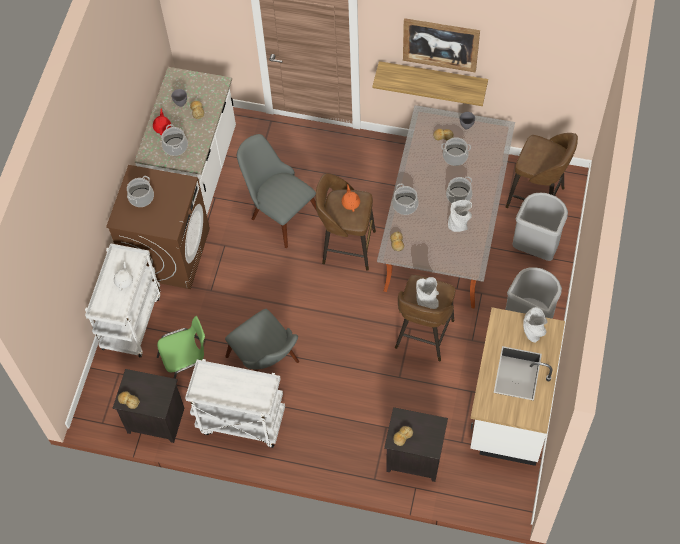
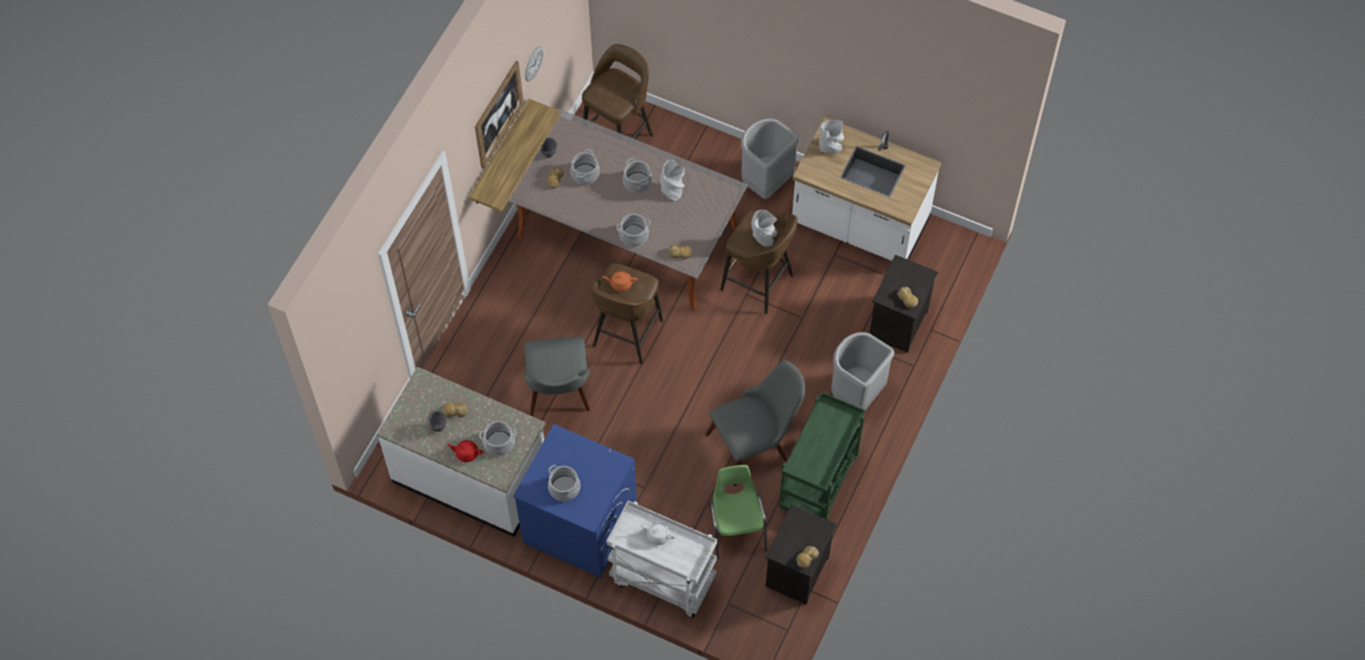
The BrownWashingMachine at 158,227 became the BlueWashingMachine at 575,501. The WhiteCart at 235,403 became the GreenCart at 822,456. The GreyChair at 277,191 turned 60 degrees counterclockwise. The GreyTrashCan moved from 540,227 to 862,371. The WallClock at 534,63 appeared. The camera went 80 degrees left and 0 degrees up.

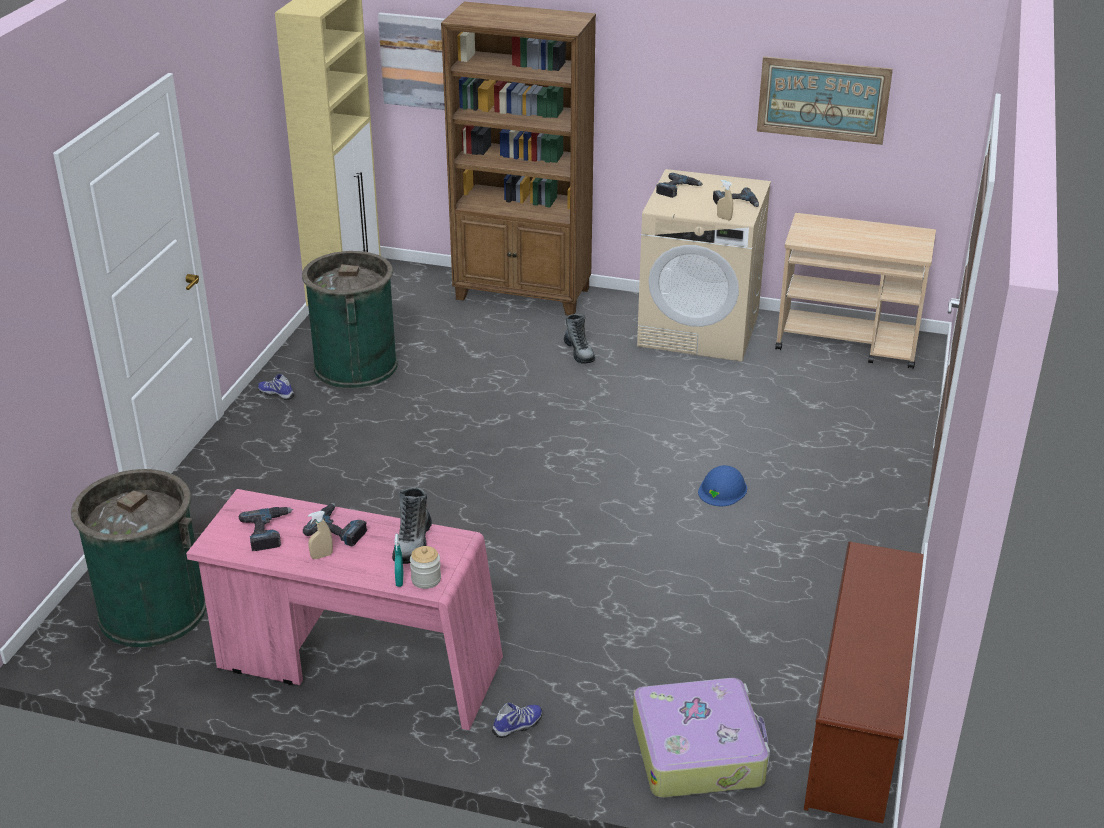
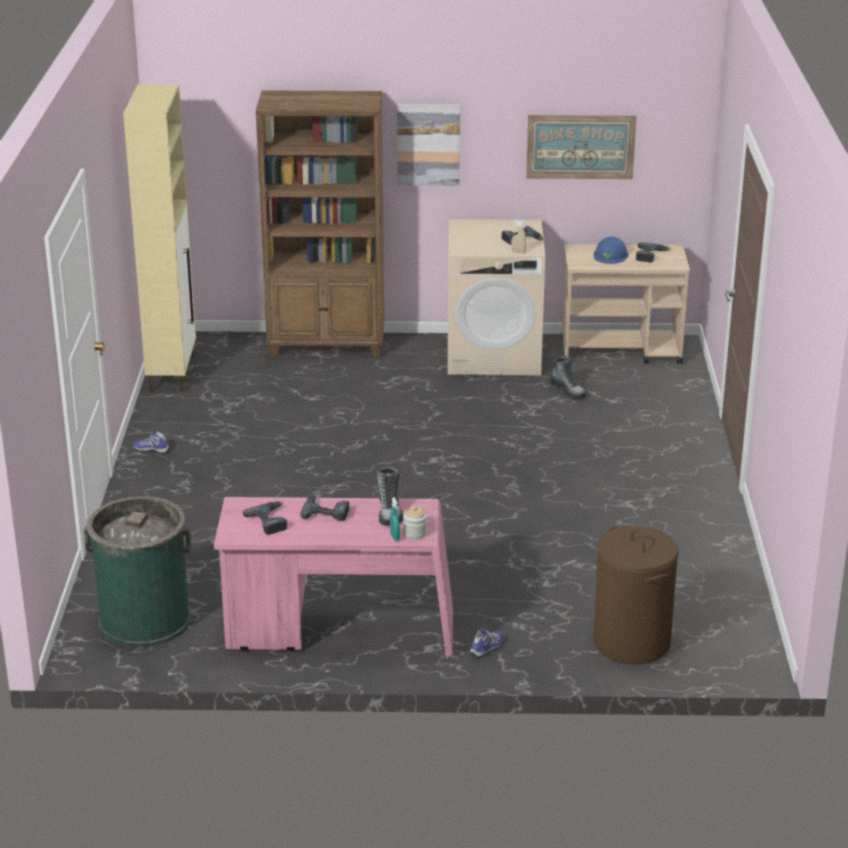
The GreenTrashCan at 350,320 disappeared. The BeigeSprayBottle at 320,535 disappeared. The Picture moved from 411,61 to 428,145. The Boot moved from 579,339 to 567,378. The Suitcase at 701,738 was replaced by the BrownLaundryBasket at 636,595. The PowerDrill moved from 679,185 to 653,252. The BlueHardHat moved from 722,485 to 611,250. The BrownShoeRack at 864,682 disappeared. The camera went 15 degrees left and 5 degrees down.

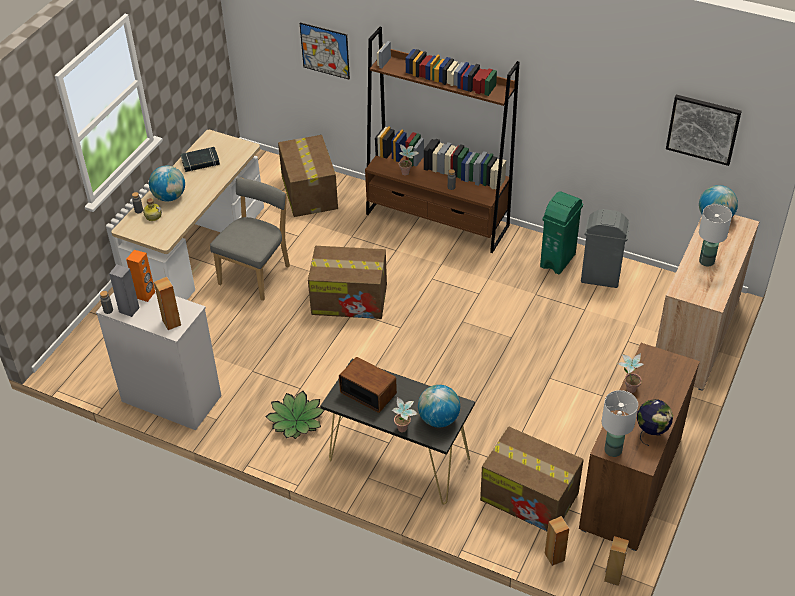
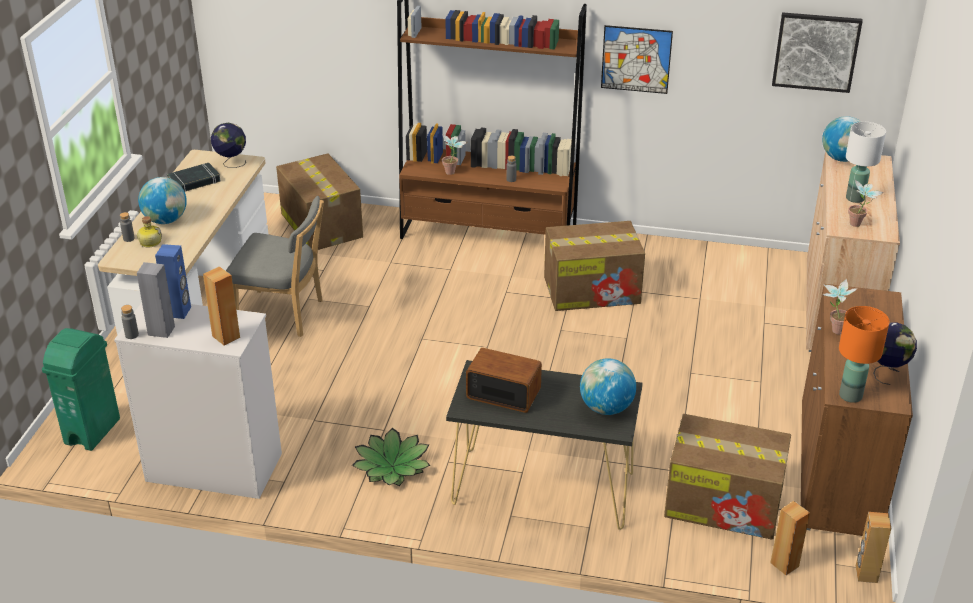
The OrangeSpeaker at 140,276 became the BlueSpeaker at 173,281. The GreyChair at 250,239 turned 90 degrees clockwise. The Picture moved from 325,51 to 637,59. The CardboardBox moved from 347,282 to 594,266. The PottedPlant moved from 405,414 to 866,203. The GreenTrashCan moved from 561,233 to 81,389. The GreyTrashCan at 605,248 disappeared. The WhiteTableLamp at 620,423 became the OrangeTableLamp at 864,354. The Globe at 228,145 appeared. The camera went 15 degrees left and 10 degrees down.

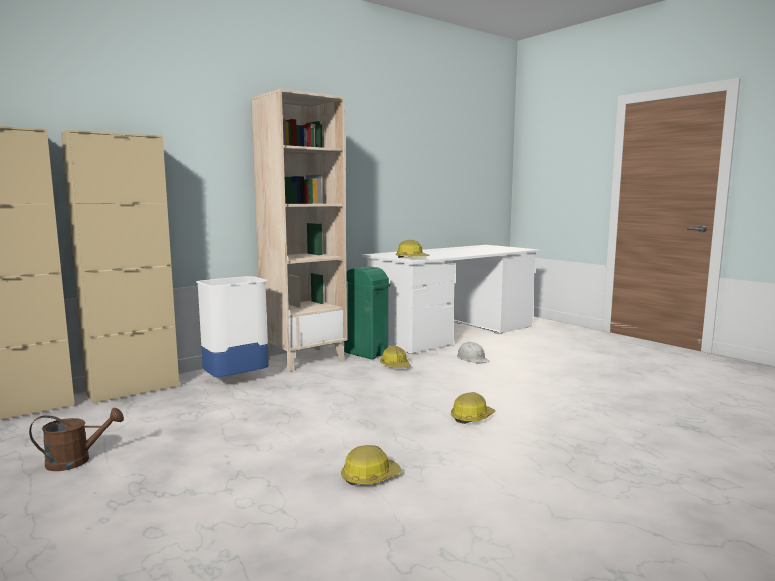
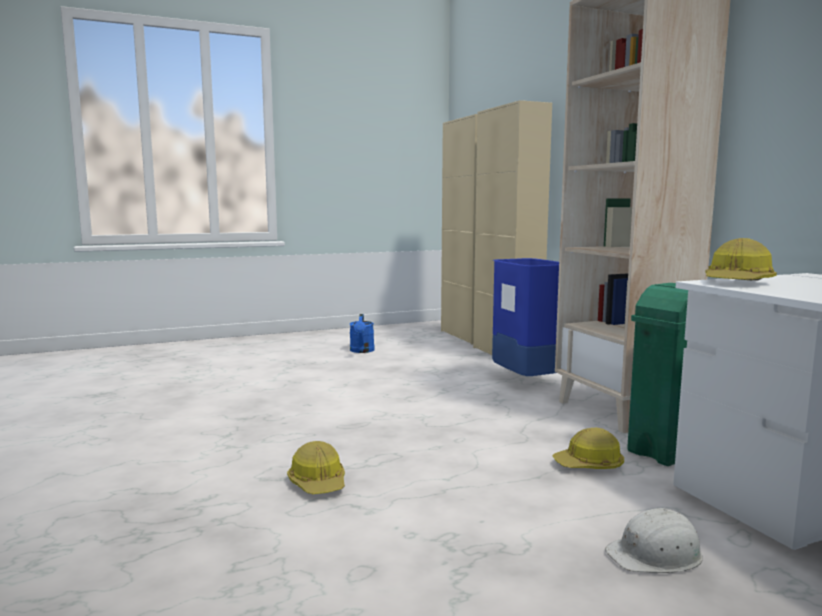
The BrownWateringCan at 76,439 became the BlueWateringCan at 362,333. The WhiteTrashCan at 232,326 became the BlueTrashCan at 525,317. The HardHat at 371,465 disappeared. The camera went 105 degrees right and 0 degrees up.

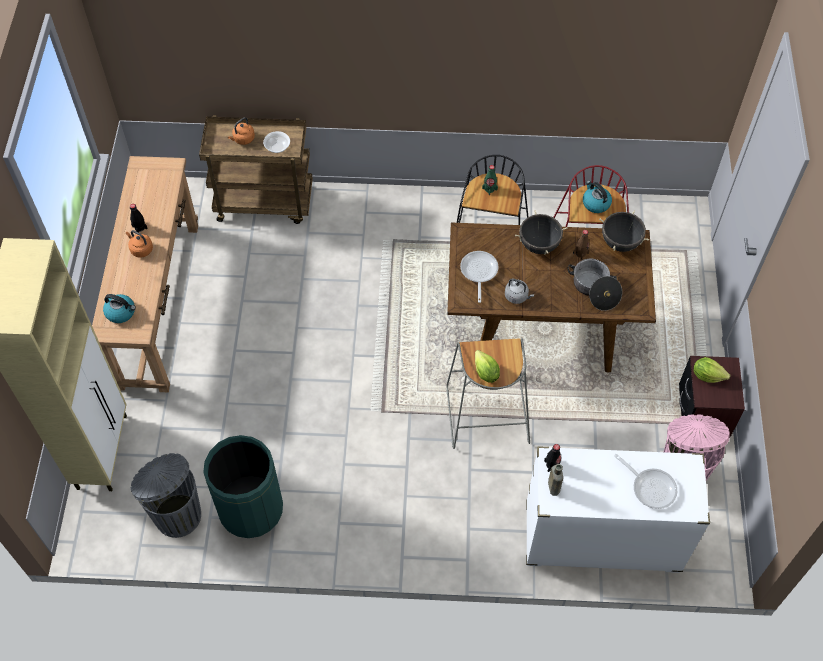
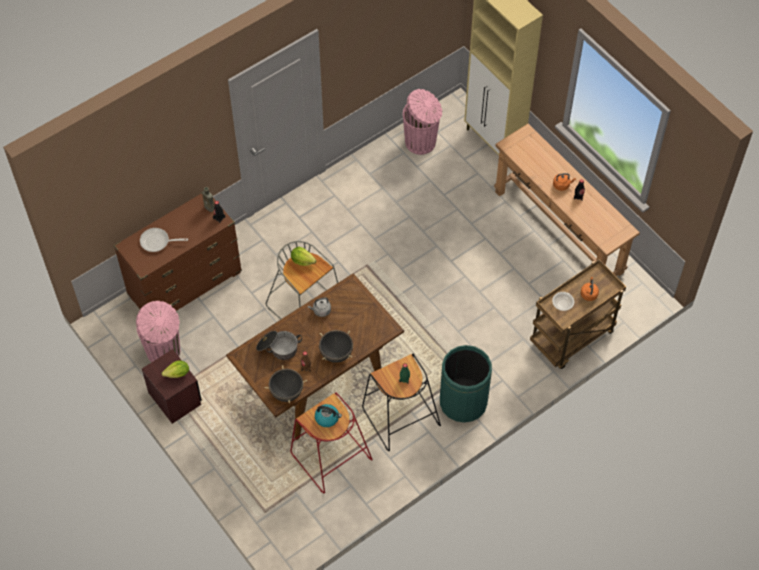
The Kettle at 119,308 disappeared. The GreyTrashCan at 166,495 became the PinkTrashCan at 422,122. The GreenTrashCan moved from 243,486 to 466,384. The FryingPan at 479,277 disappeared. The WhiteDresser at 618,509 became the BrownDresser at 178,252. The camera went 140 degrees right and 0 degrees up.

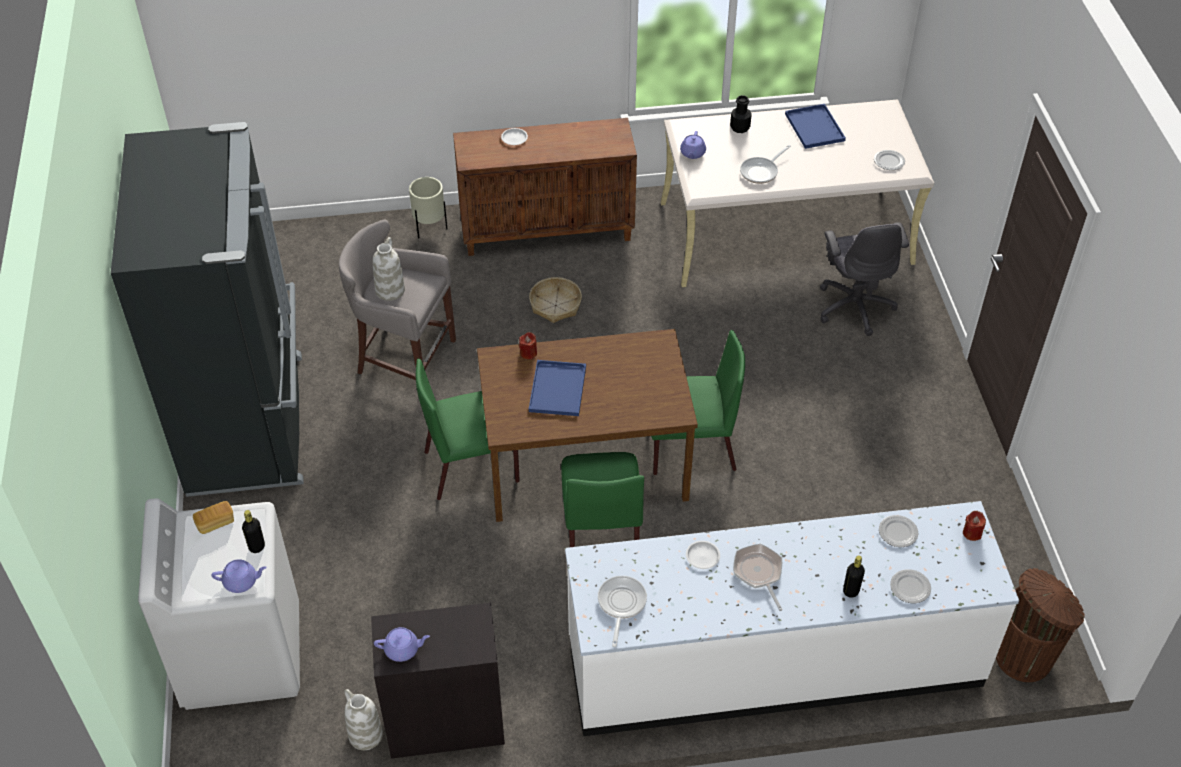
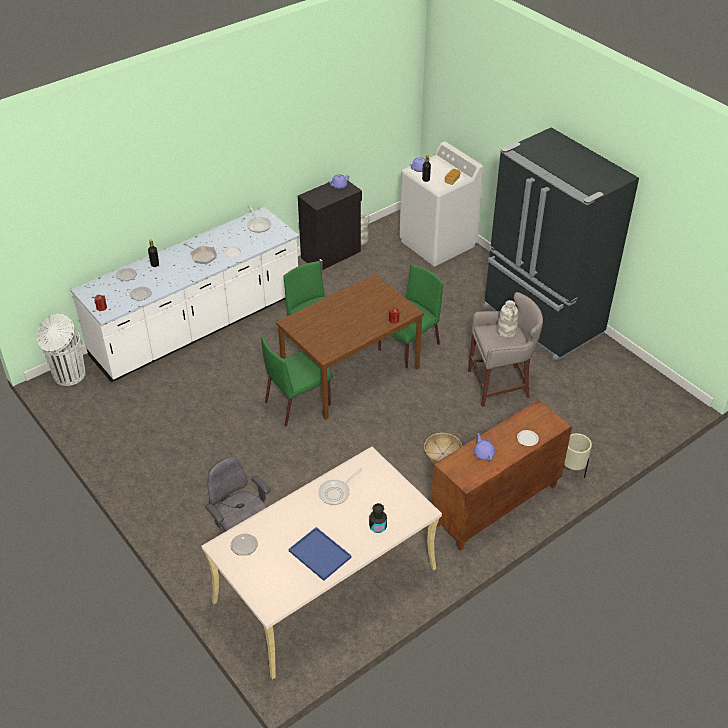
The BlueTray at 557,388 disappeared. The PurpleTeapot moved from 693,145 to 484,447. The FryingPan at 765,164 turned 150 degrees counterclockwise. The BrownTrashCan at 1040,625 became the WhiteTrashCan at 61,350. The camera went 150 degrees right and 5 degrees down.

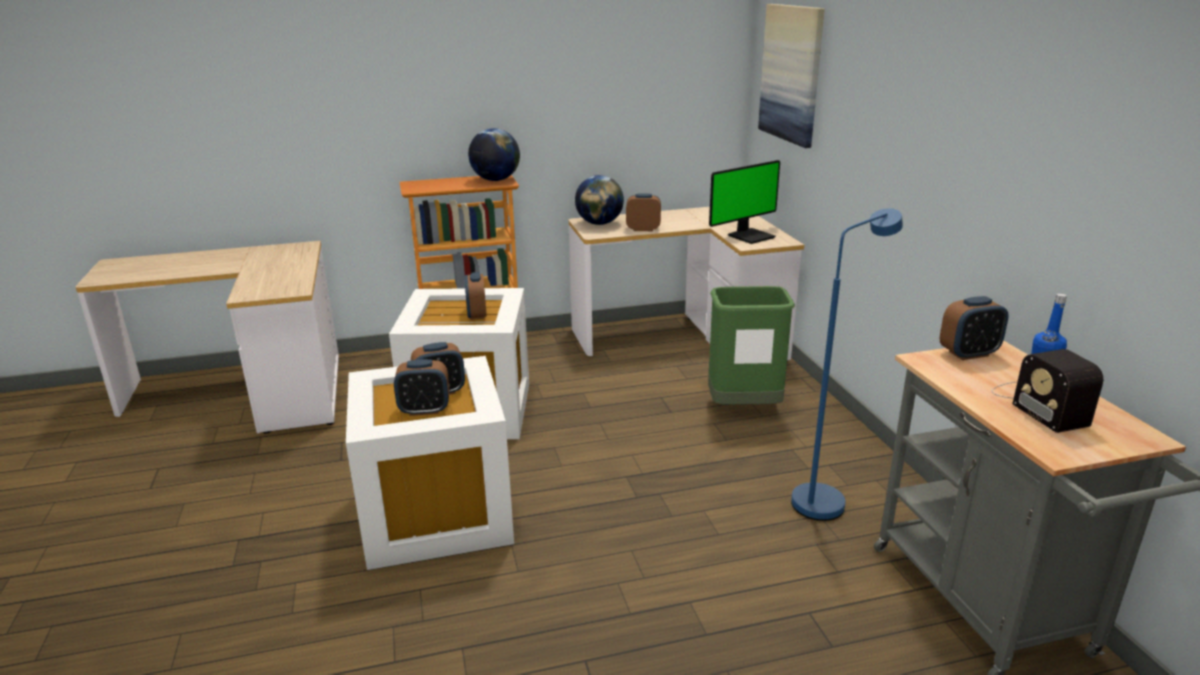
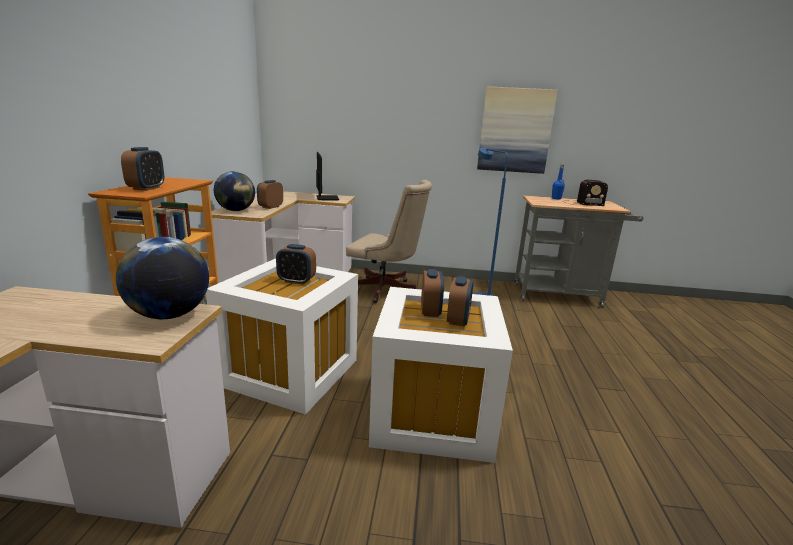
The Globe moved from 494,154 to 162,278. The GreenTrashCan at 751,345 was replaced by the BeigeOfficeChair at 389,241. The Picture moved from 791,76 to 517,130. The AlarmClock moved from 974,328 to 142,169. The camera went 70 degrees left and 5 degrees down.

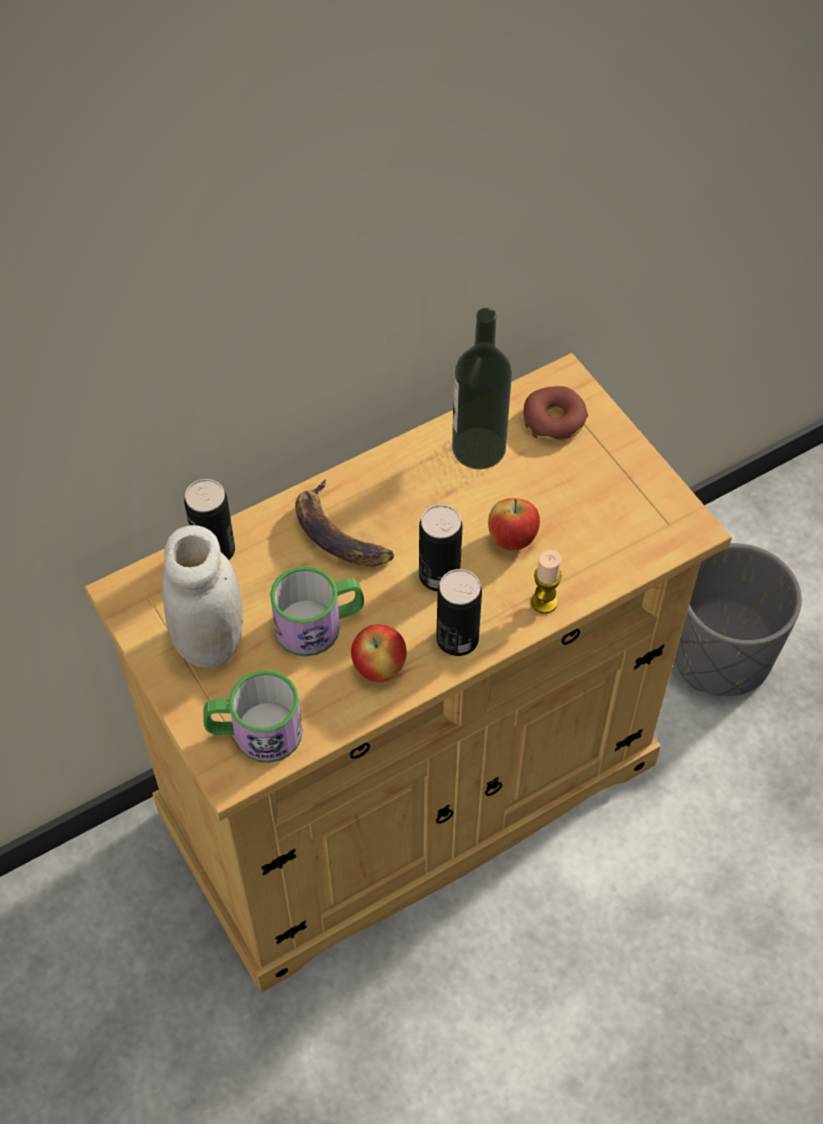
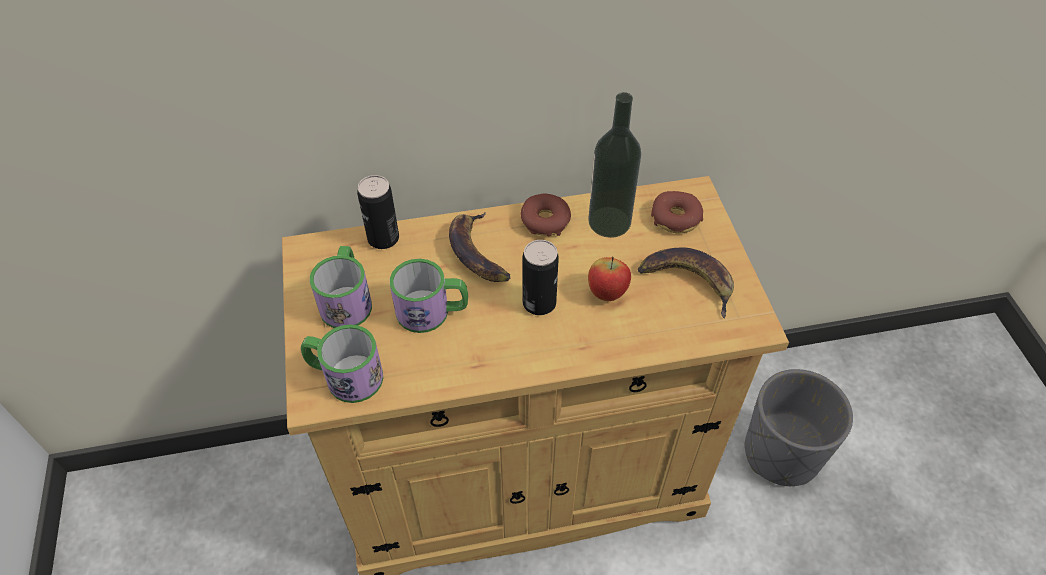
The WhiteJar at 202,596 was replaced by the Mug at 341,287. The Apple at 379,653 disappeared. The Can at 459,612 disappeared. The Candle at 546,582 disappeared. The Donut at 546,215 appeared. The Banana at 686,283 appeared. The camera went 20 degrees right and 5 degrees down.

